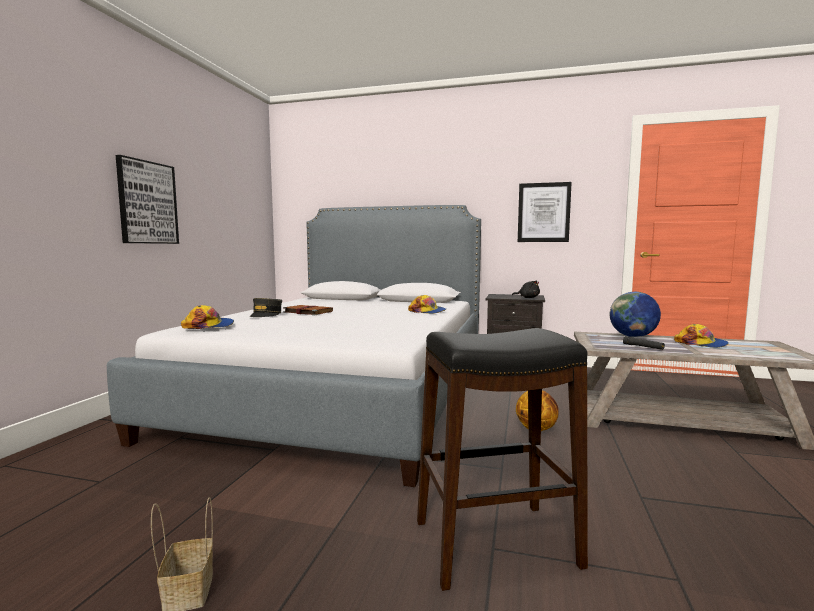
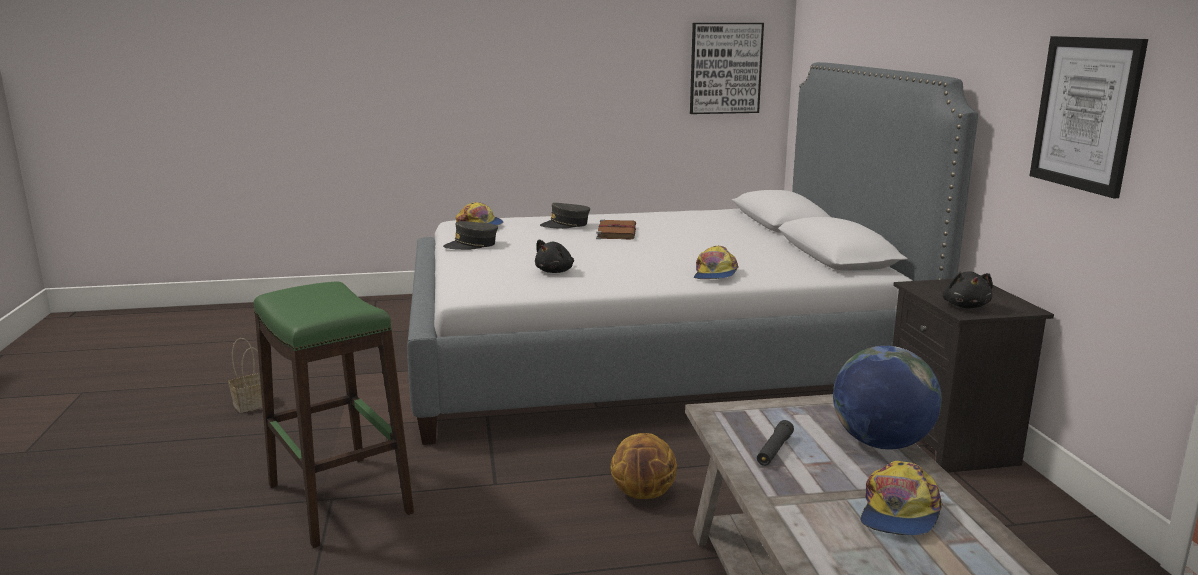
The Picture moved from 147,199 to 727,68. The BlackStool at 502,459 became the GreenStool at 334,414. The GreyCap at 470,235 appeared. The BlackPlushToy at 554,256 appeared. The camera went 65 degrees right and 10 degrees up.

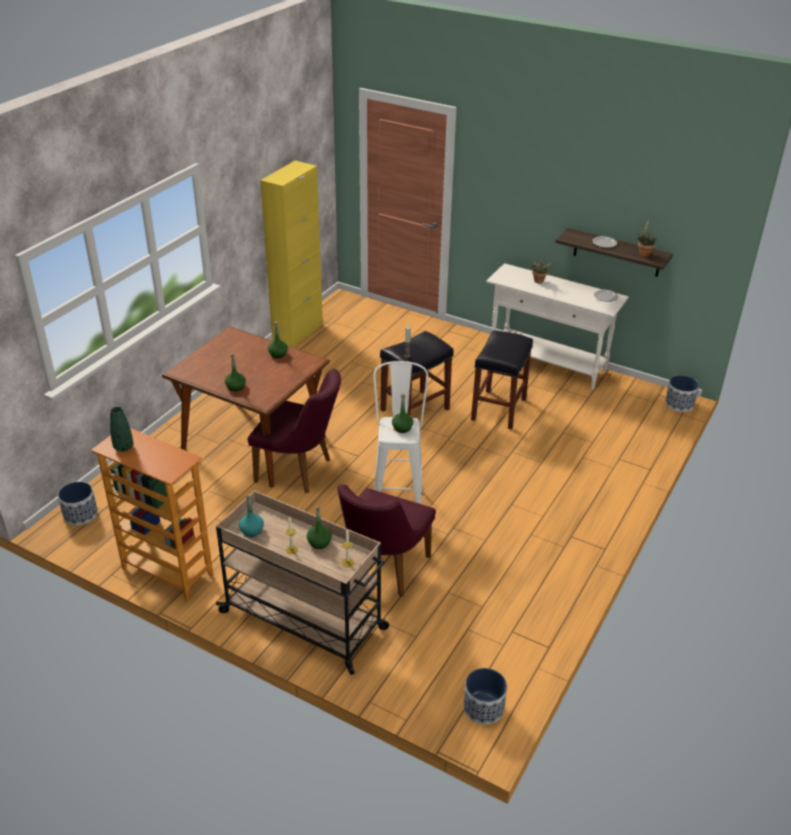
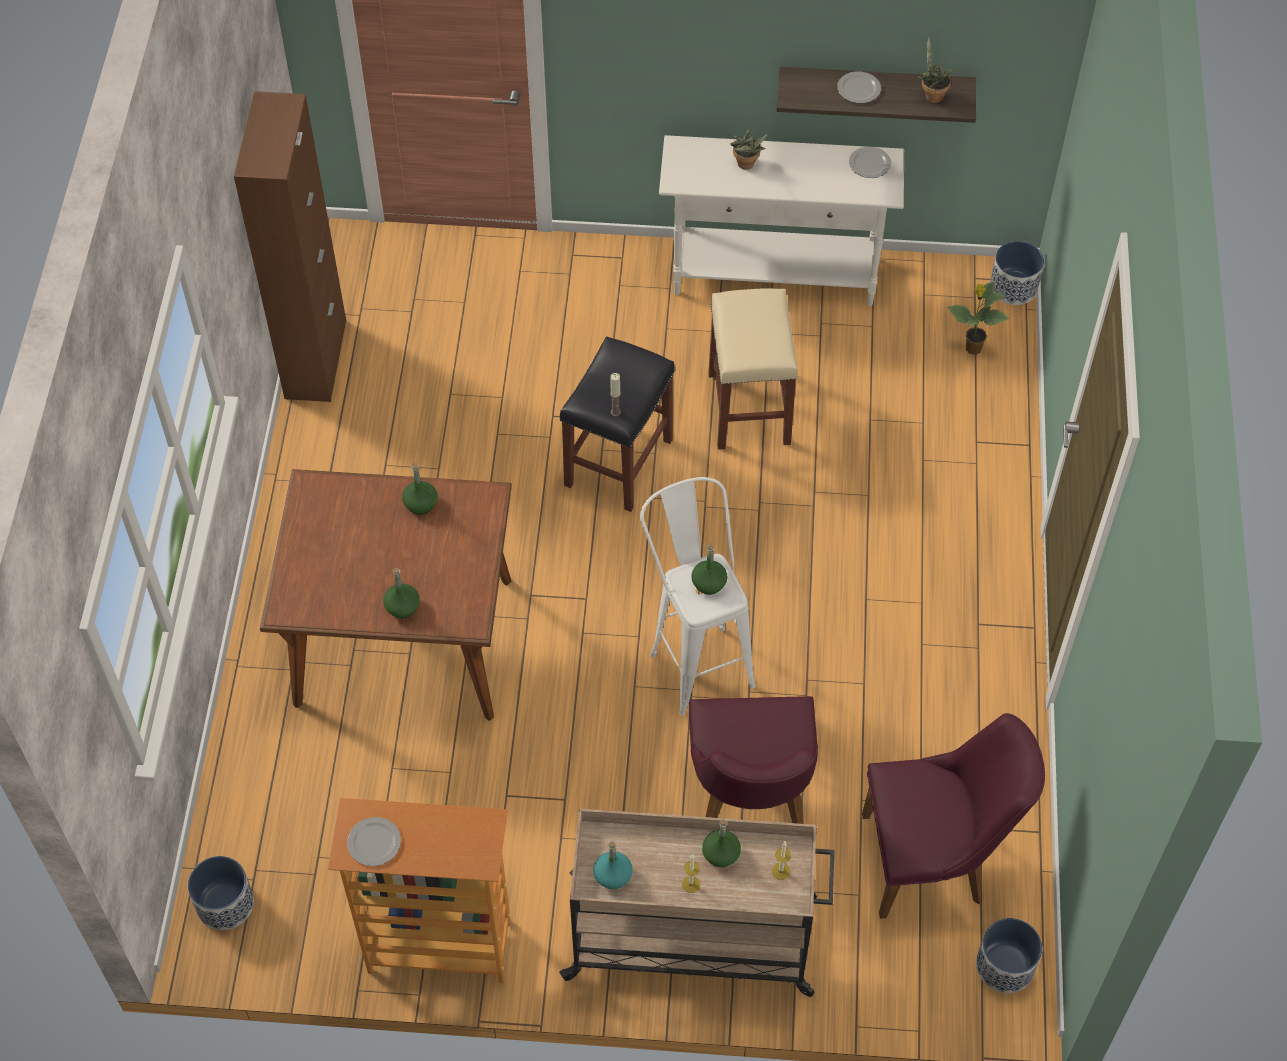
The GreenVase at 121,429 was replaced by the Plate at 374,841. The PurpleChair moved from 294,431 to 953,816. The YellowCabinet at 291,254 became the BrownCabinet at 290,246. The BlackStool at 502,379 became the BeigeStool at 753,369. The PottedPlant at 978,318 appeared. The camera went 25 degrees left and 20 degrees up.

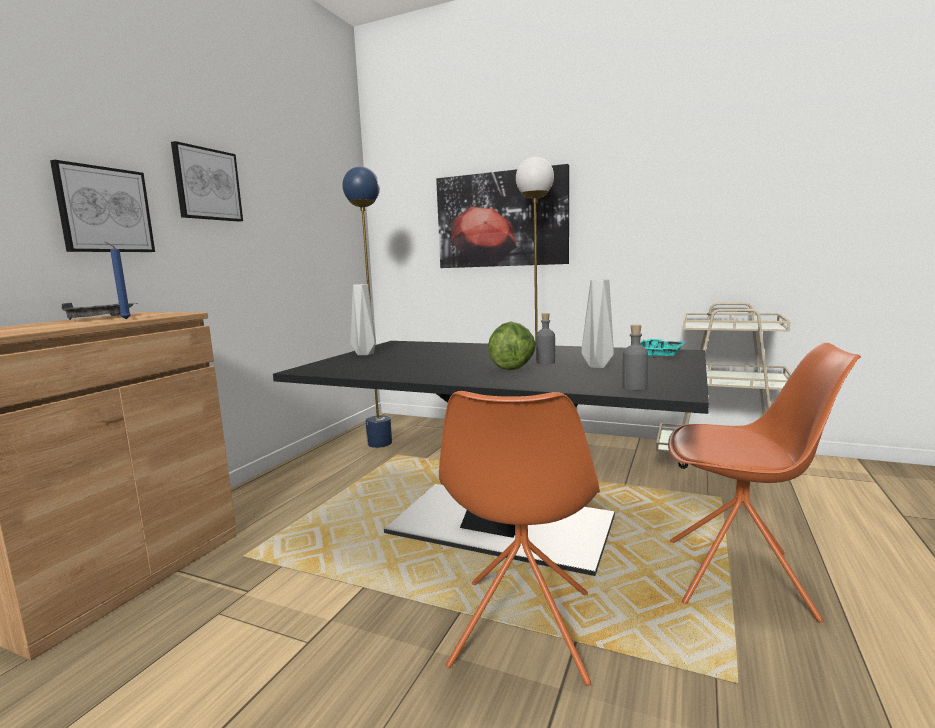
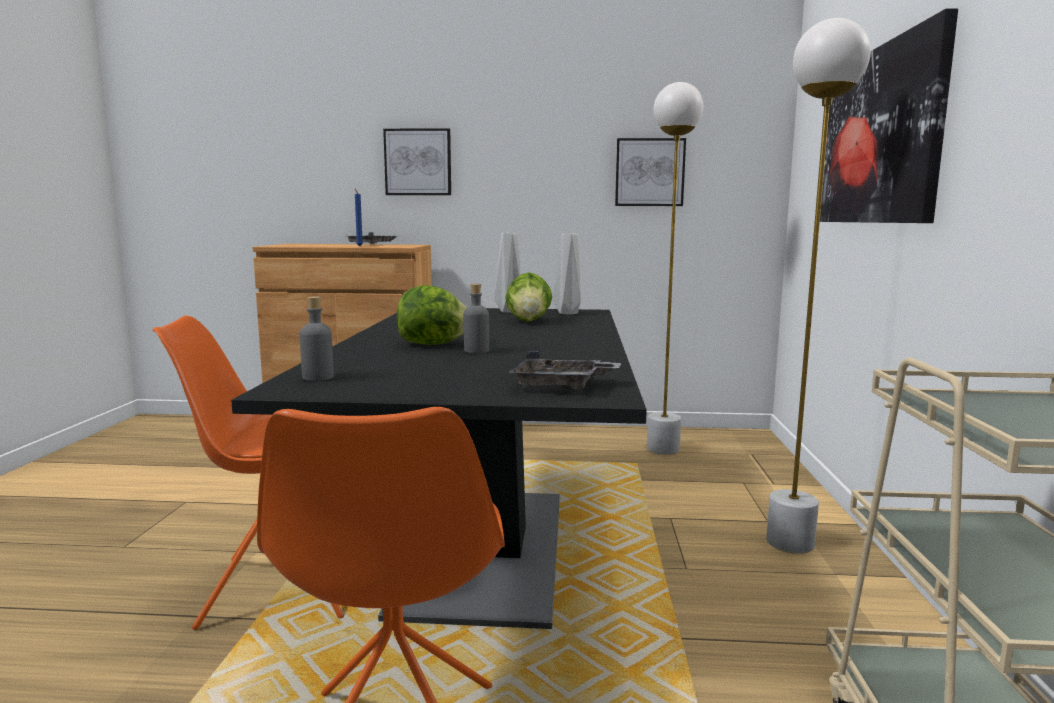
The Picture moved from 207,181 to 650,172. The BlueFloorLamp at 367,307 became the WhiteFloorLamp at 675,268. The GreyVase moved from 597,323 to 567,274. The TurquoiseTray at 662,348 became the GreyTray at 564,370. The Lettuce at 528,297 appeared. The camera went 70 degrees right and 0 degrees up.

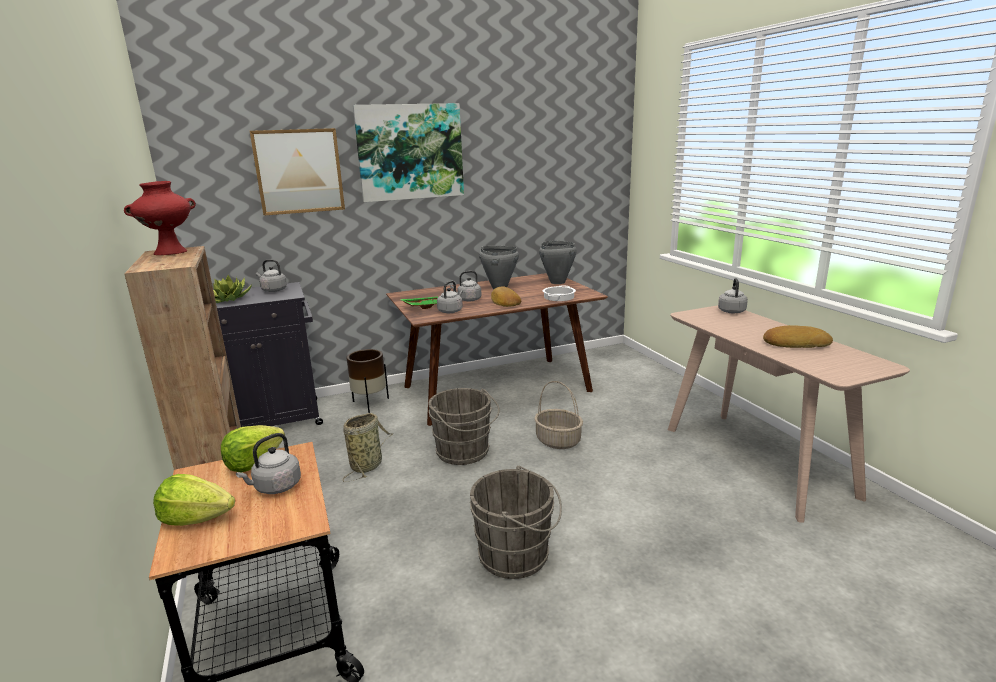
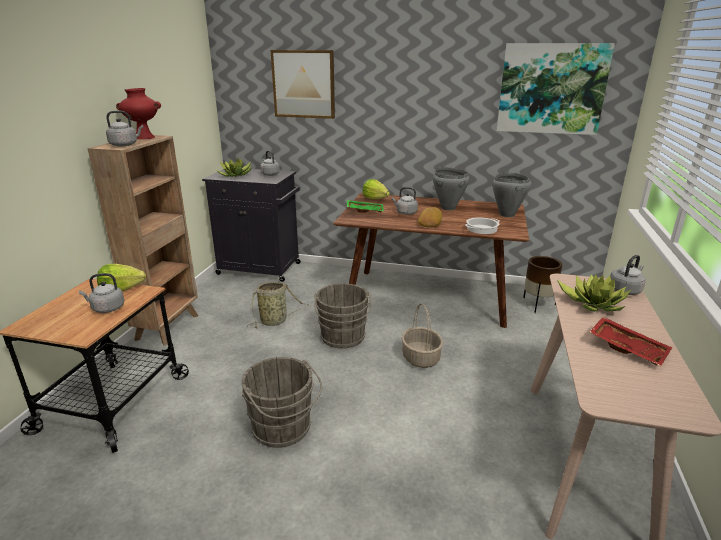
The Lettuce moved from 194,500 to 376,189. The BrownPlanter moved from 367,381 to 542,284. The Picture moved from 408,152 to 556,89. The GreyKettle moved from 450,297 to 124,128. The Bread at 798,336 was replaced by the RedTray at 631,341. The PottedPlant at 594,293 appeared. The camera went 35 degrees right and 5 degrees up.

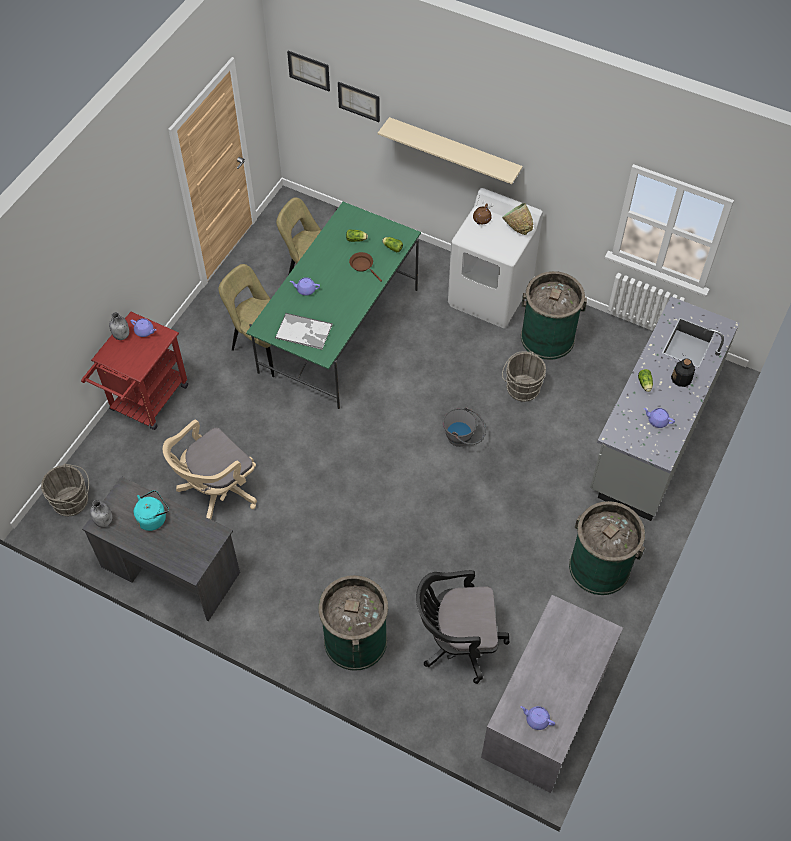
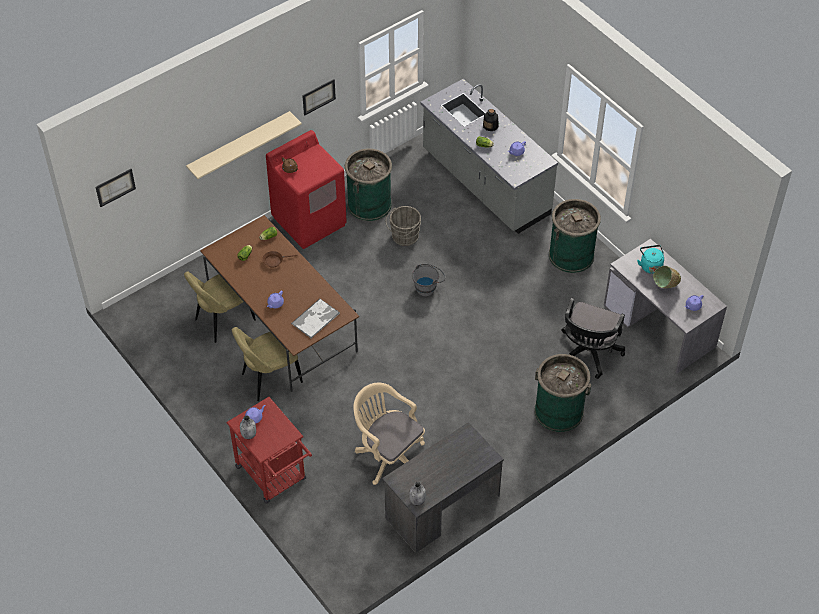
The GreyBucket at 65,490 disappeared. The TurquoiseKettle moved from 151,510 to 650,259. The BeigeOfficeChair at 210,469 turned 150 degrees clockwise. The GreenDiningTable at 333,305 became the BrownDiningTable at 279,303. The Picture moved from 359,102 to 319,97. The WhiteWashingMachine at 495,258 became the RedWashingMachine at 306,189. The GreenBowl moved from 517,219 to 667,277. The camera went 65 degrees left and 5 degrees down.

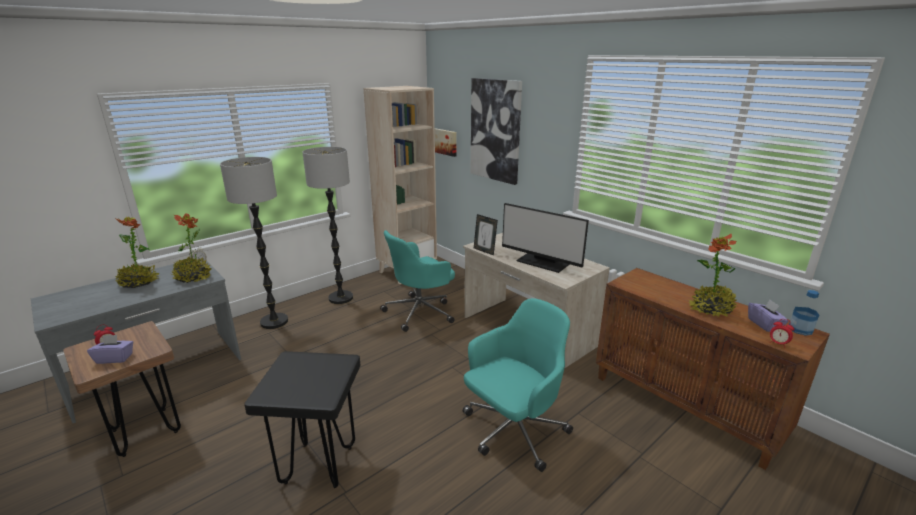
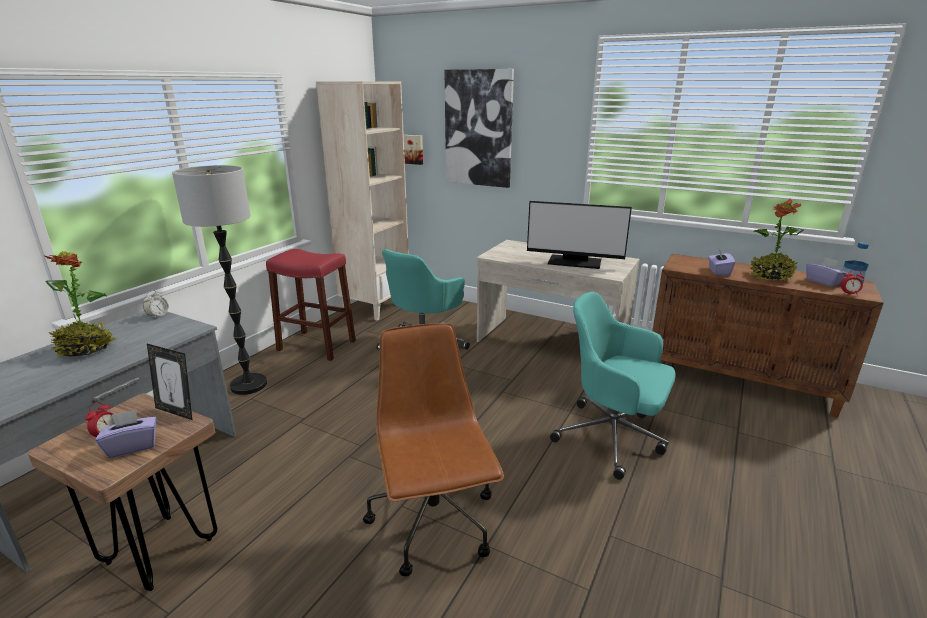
The PottedPlant at 191,248 disappeared. The BlackStool at 302,419 was replaced by the BrownOfficeChair at 433,450. The FloorLamp at 327,225 was replaced by the RedStool at 311,304. The TurquoiseOfficeChair at 518,385 turned 90 degrees counterclockwise. The PictureFrame moved from 486,234 to 169,382. The PurpleTissueBox at 721,262 appeared. The camera went 20 degrees left and 0 degrees up.

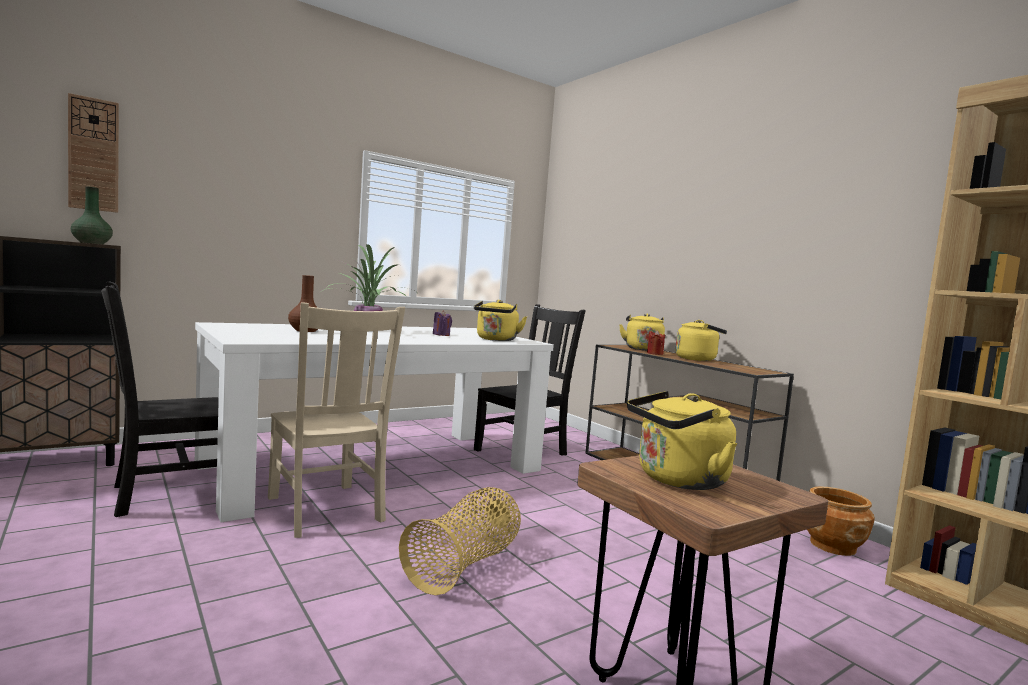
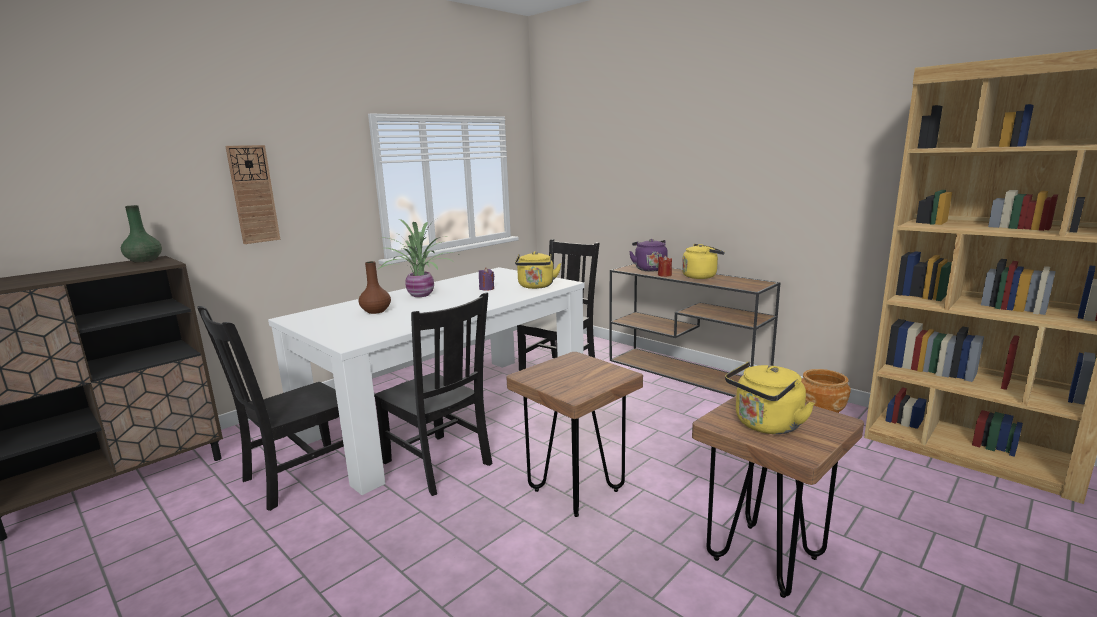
The WallClock moved from 93,153 to 252,194. The BeigeChair at 336,420 became the BlackChair at 433,394. The Basket at 460,541 was replaced by the BrownStool at 574,434. The YellowKettle at 642,332 became the PurpleKettle at 648,255. The camera went 10 degrees left and 10 degrees up.

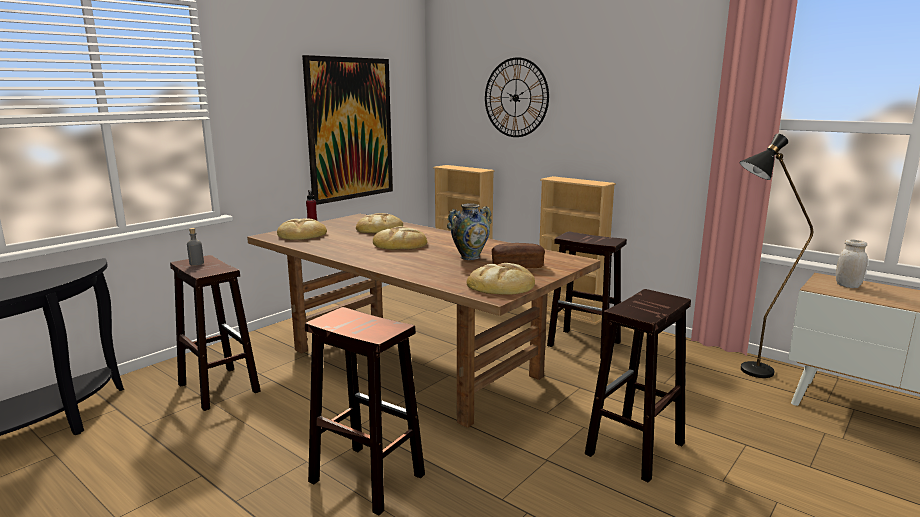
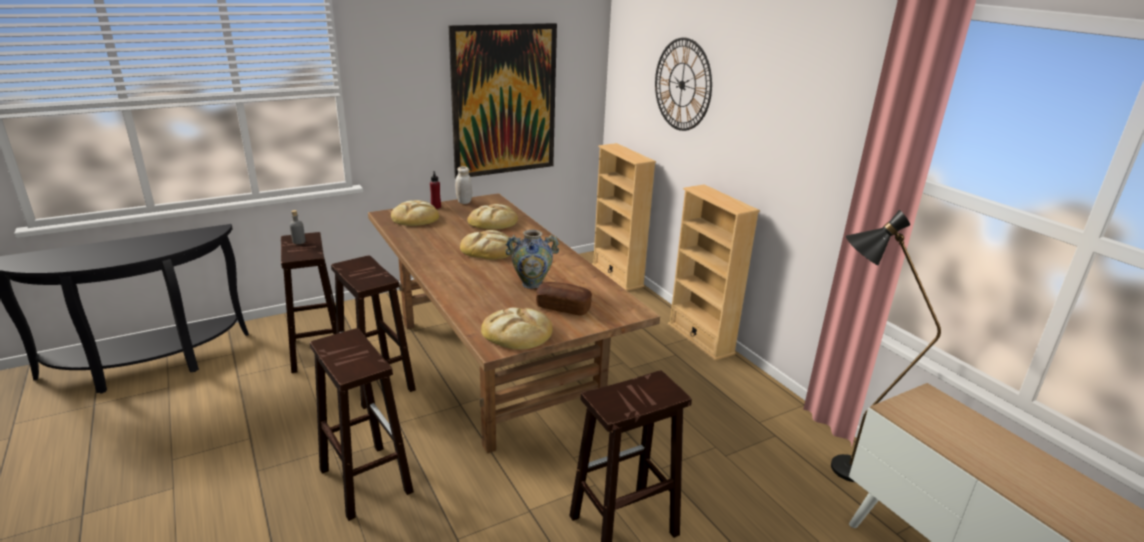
The BrownStool moved from 587,295 to 373,332. The WhiteJar moved from 852,264 to 463,185. The camera went 20 degrees right and 10 degrees up.

